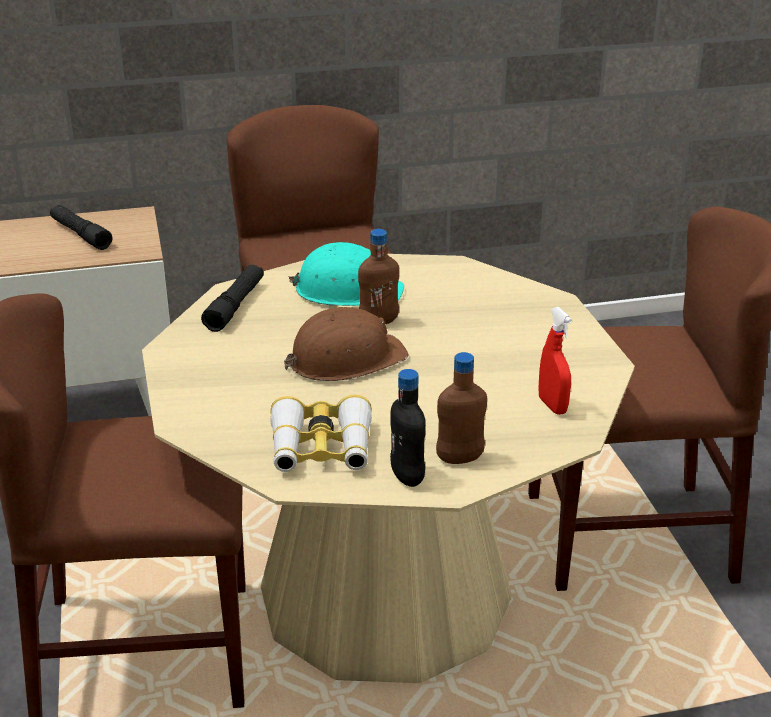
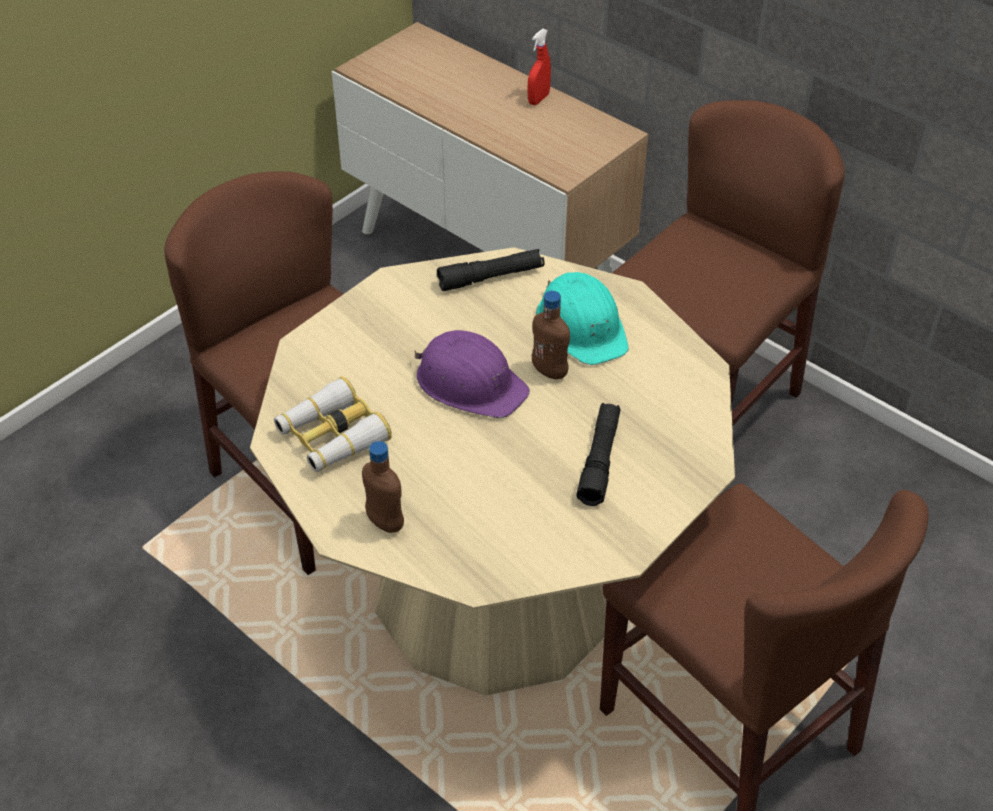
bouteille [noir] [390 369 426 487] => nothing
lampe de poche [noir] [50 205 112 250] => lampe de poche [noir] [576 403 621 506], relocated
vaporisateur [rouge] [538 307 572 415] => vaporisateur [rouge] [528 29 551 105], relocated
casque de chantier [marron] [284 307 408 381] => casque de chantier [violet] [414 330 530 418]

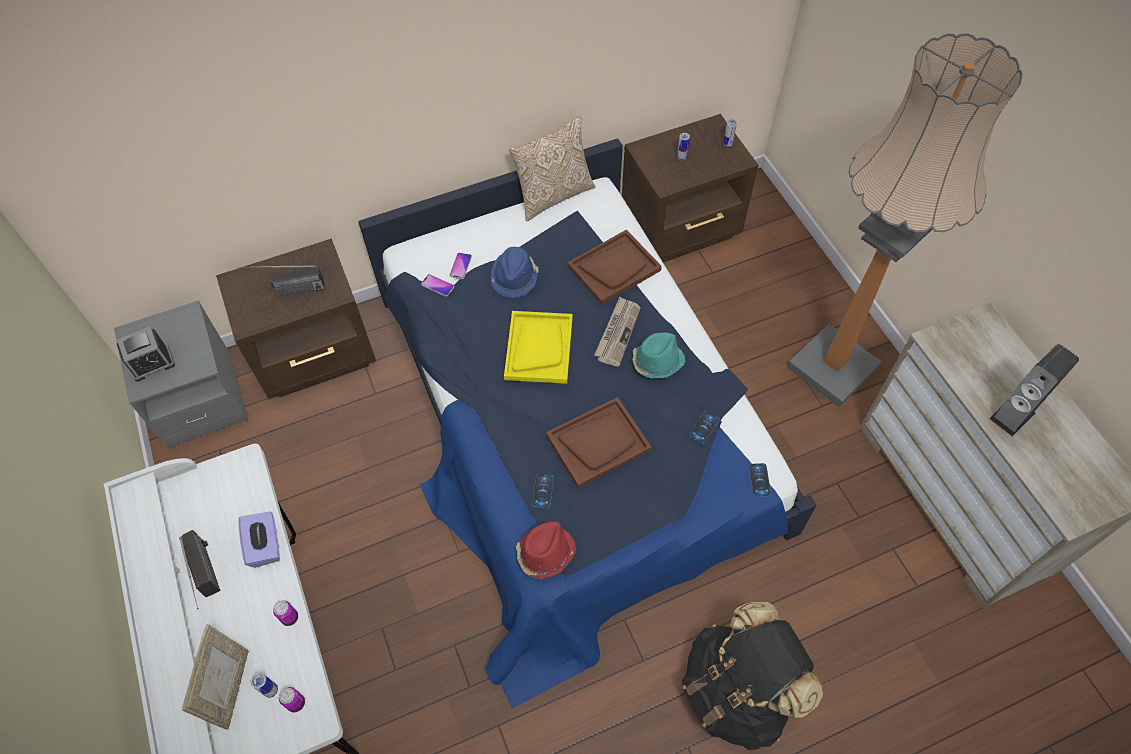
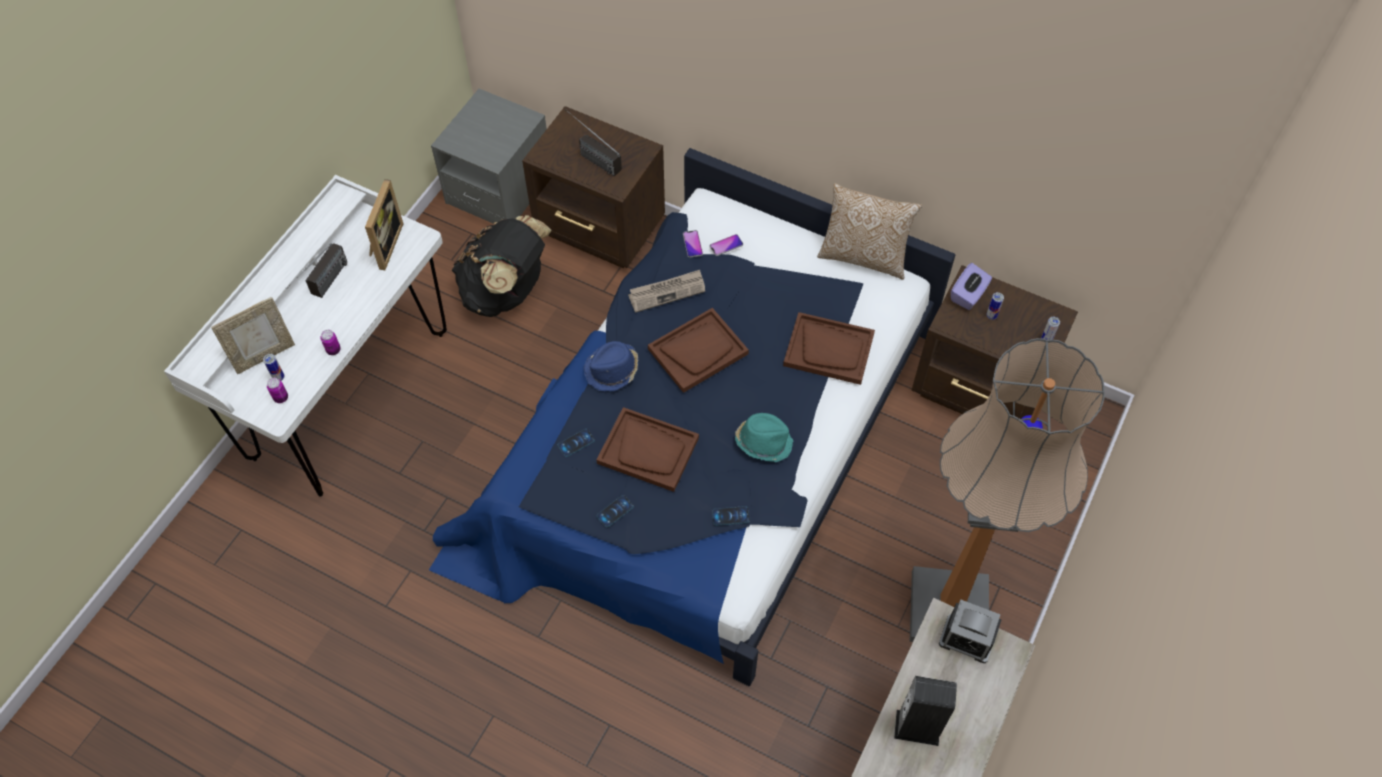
chapeau [rouge] [516 521 576 579] => nothing
nothing => cadre photo [365 179 403 270]
réveil [117 327 175 382] => réveil [939 600 1002 663], relocated
boîte à mouchoirs [violet] [238 512 280 568] => boîte à mouchoirs [violet] [951 263 992 310], relocated
chapeau [bleu] [490 247 539 298] => chapeau [bleu] [584 341 638 392], relocated
journal [594 297 641 367] => journal [628 270 705 313], relocated
sac à dos [noir] [682 602 823 750] => sac à dos [noir] [452 215 552 317], relocated
téléphone [749 463 771 497] => téléphone [596 495 634 527], relocated
plateau [jaune] [504 311 573 384] => plateau [marron] [648 308 749 393]

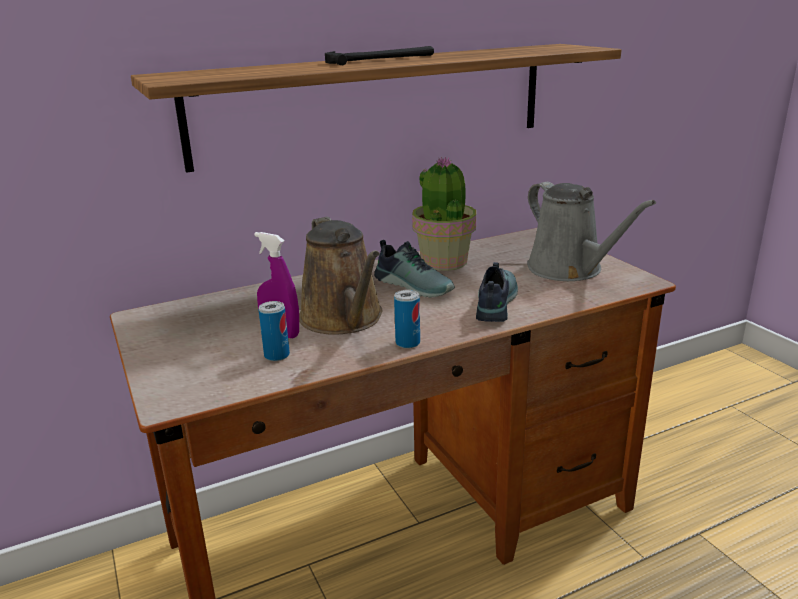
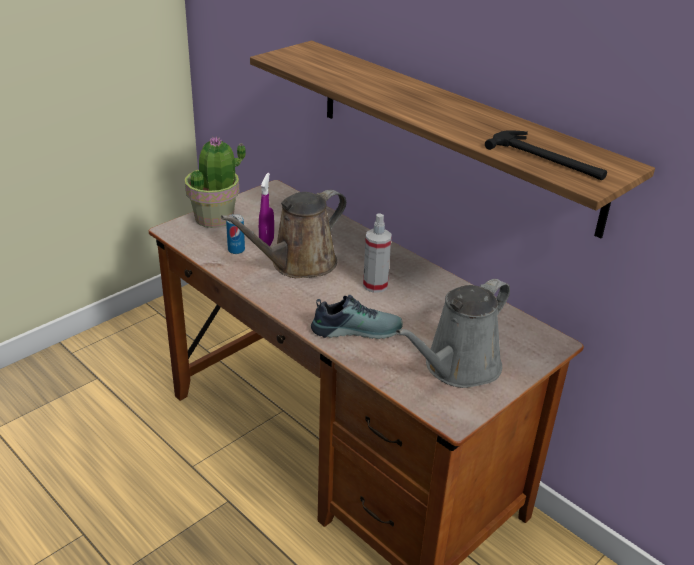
boîte métallique [394 290 420 349] => nothing
marteau [325 46 434 65] => marteau [485 130 607 180], relocated
plante en pot [412 156 476 271] => plante en pot [185 136 246 228], relocated
chaussure [374 240 455 298] => vaporisateur [363 213 392 293]

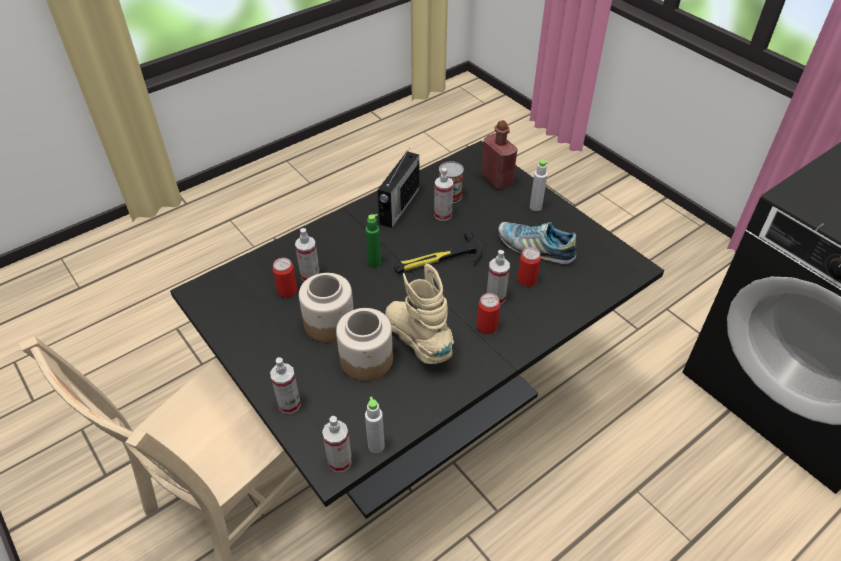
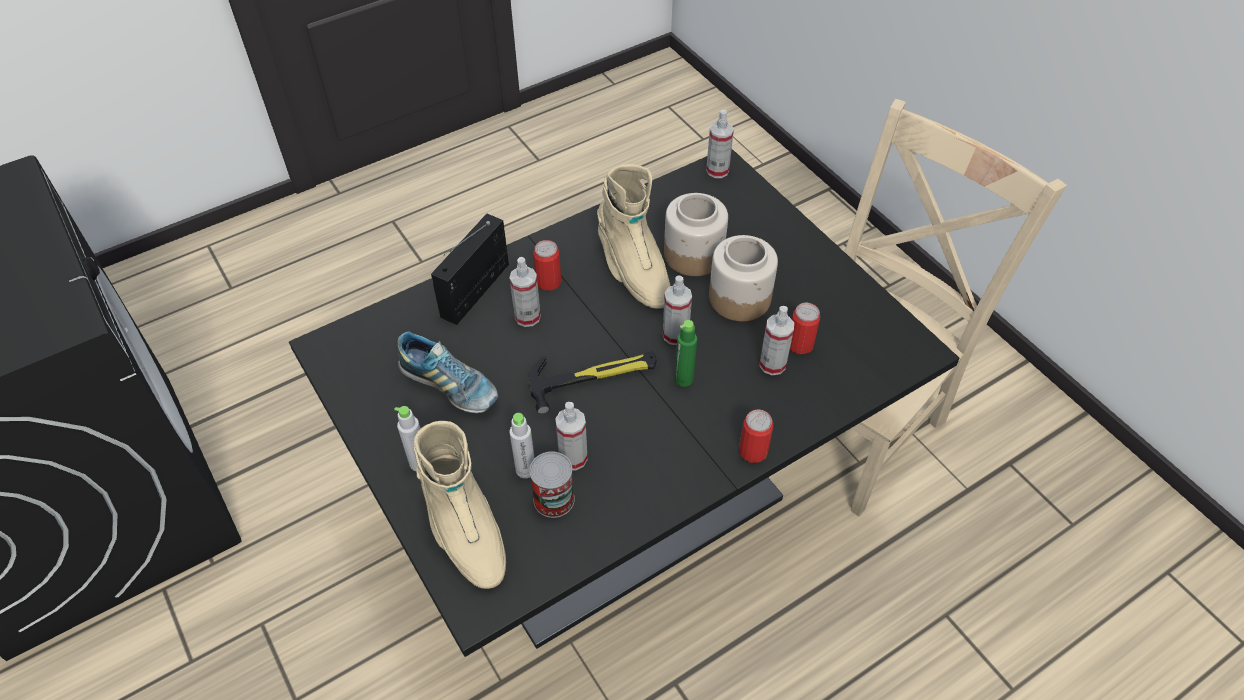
vaporisateur [270 357 301 414] => vaporisateur [663 275 692 345], relocated
bouteille [gris] [365 397 385 453] => bouteille [gris] [510 413 535 478], relocated
radio [378 147 419 228] => radio [431 213 509 325], relocated
boîte métallique [517 247 541 287] => boîte métallique [739 410 773 463], relocated
bouteille [rouge] [481 120 518 189] => botte [beige] [414 421 506 589]

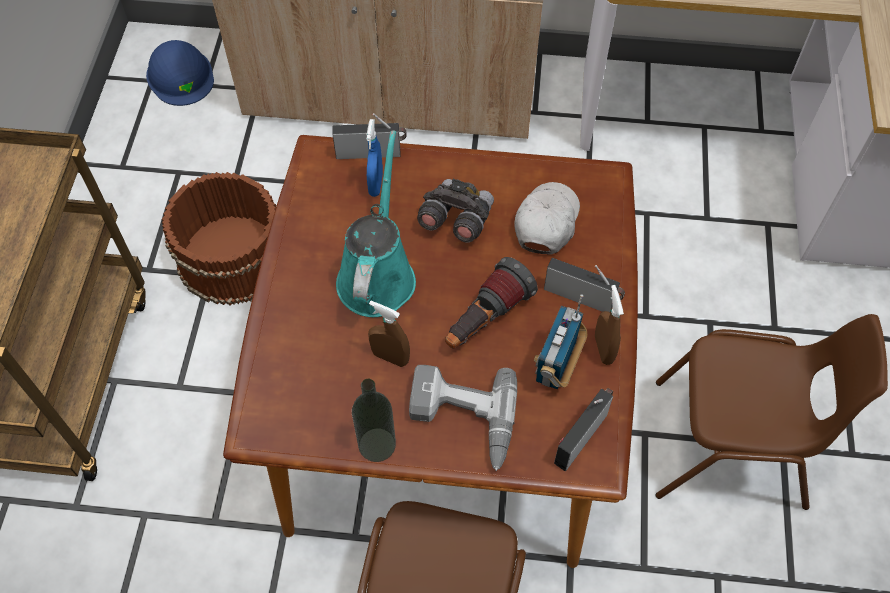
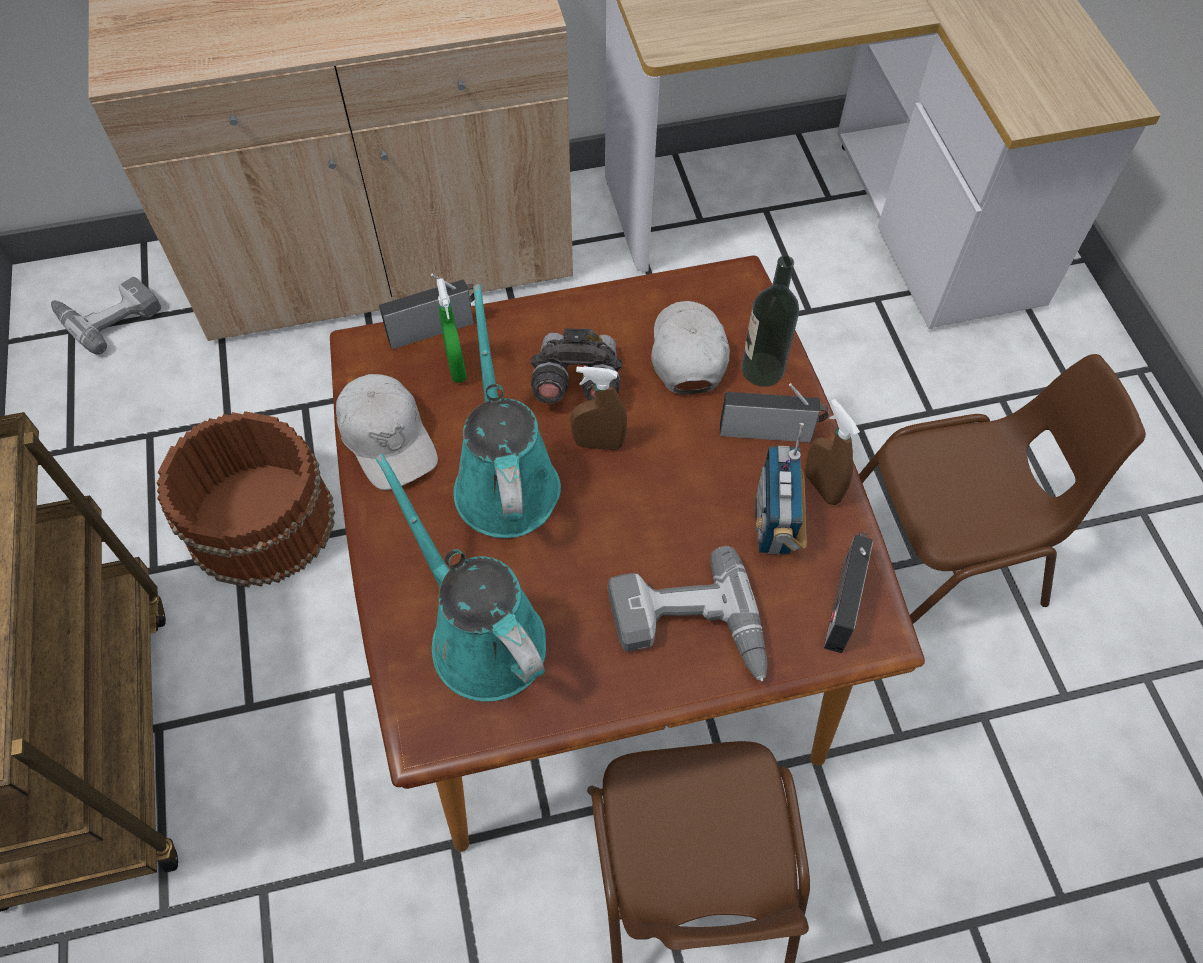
lampe de poche [445 257 538 348] => nothing
nothing => casquette [blanc] [336 374 438 490]
nothing => arrosoir [turquoise] [375 453 546 702]
bouteille [352 379 396 462] => bouteille [741 256 799 387], relocated
vaporisateur [marron] [368 301 410 367] => vaporisateur [marron] [570 366 627 450], relocated
casque de chantier [bleu] [146 40 214 106] => perceuse [51 277 161 354]
vaporisateur [bleu] [366 119 383 197] => vaporisateur [vert] [437 278 467 383]

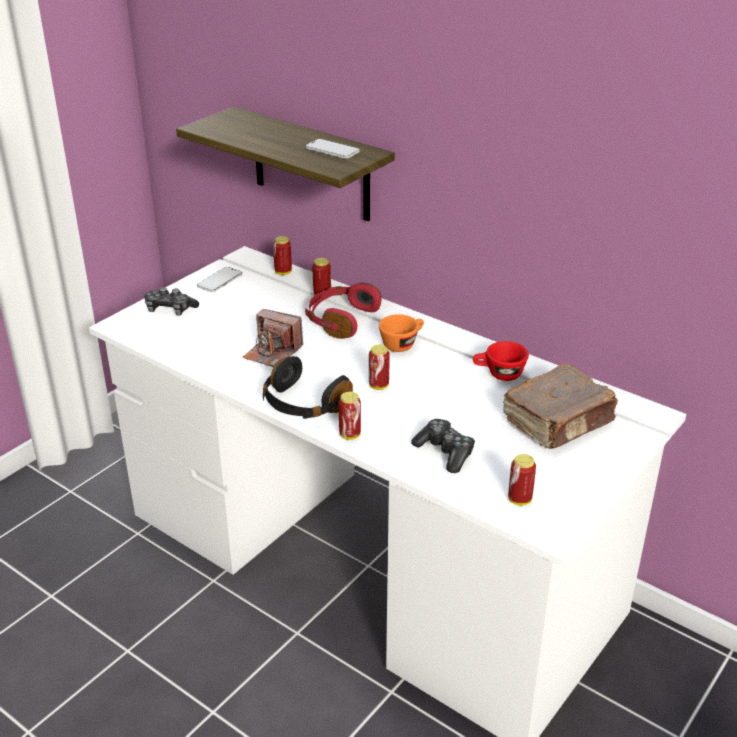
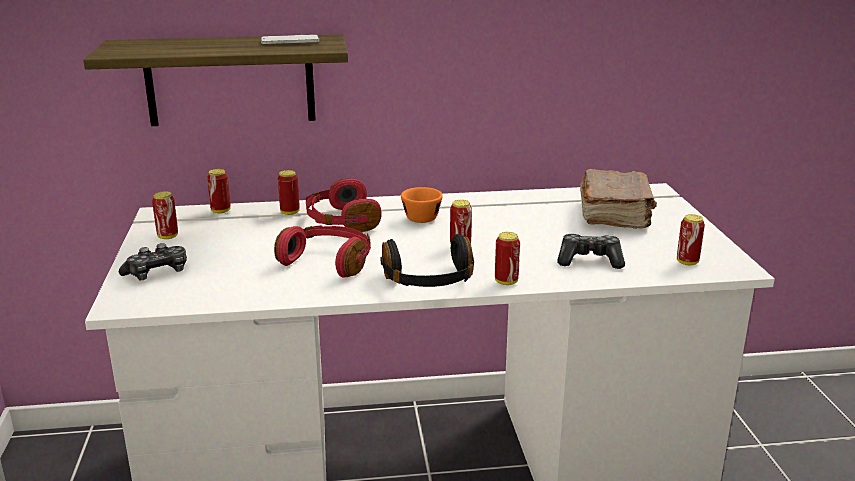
tasse [rouge] [473 341 529 381] => nothing
téléphone [197 267 242 292] => boîte métallique [152 191 178 239]
appareil photo [243 309 303 367] => casque audio [rouge] [274 225 371 277]

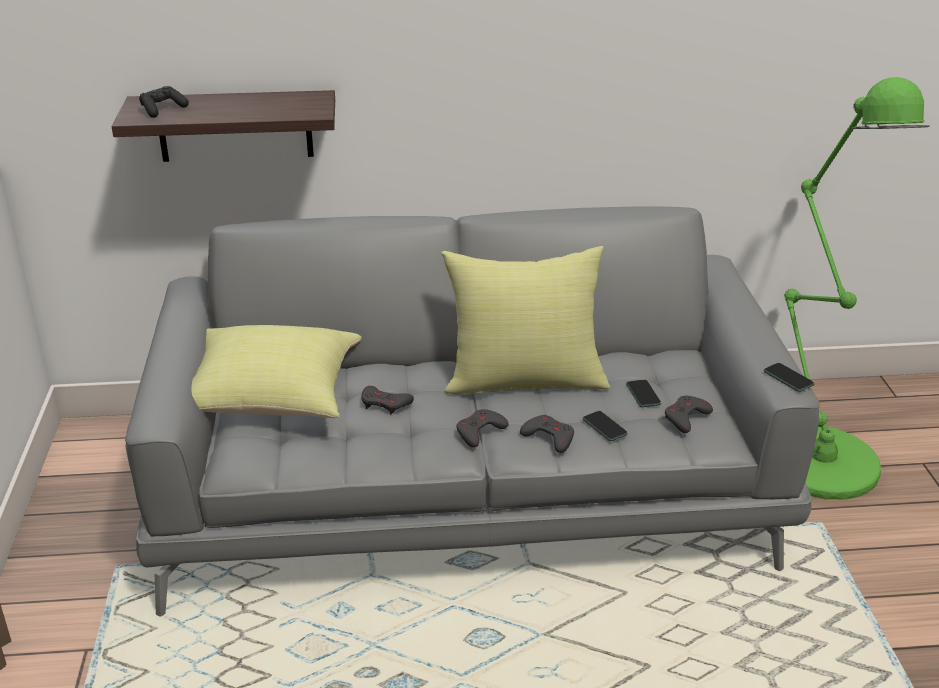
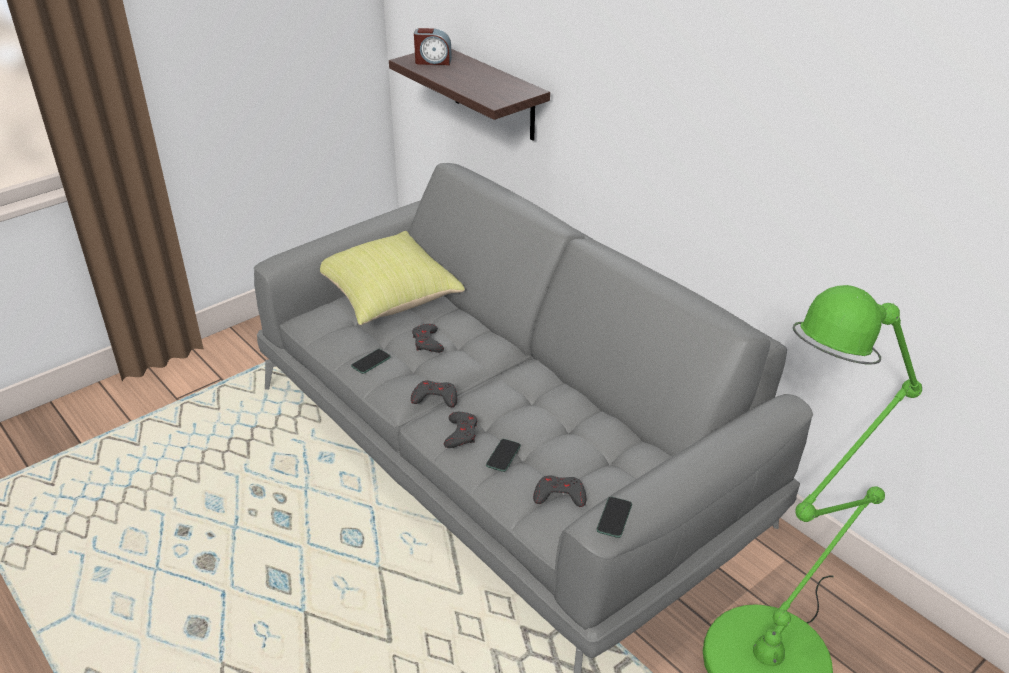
coussin [jaune] [441 246 610 395] => nothing
téléphone [626 379 661 407] => téléphone [351 349 391 374], relocated
manette [noir] [139 86 189 118] => réveil [414 28 452 65]

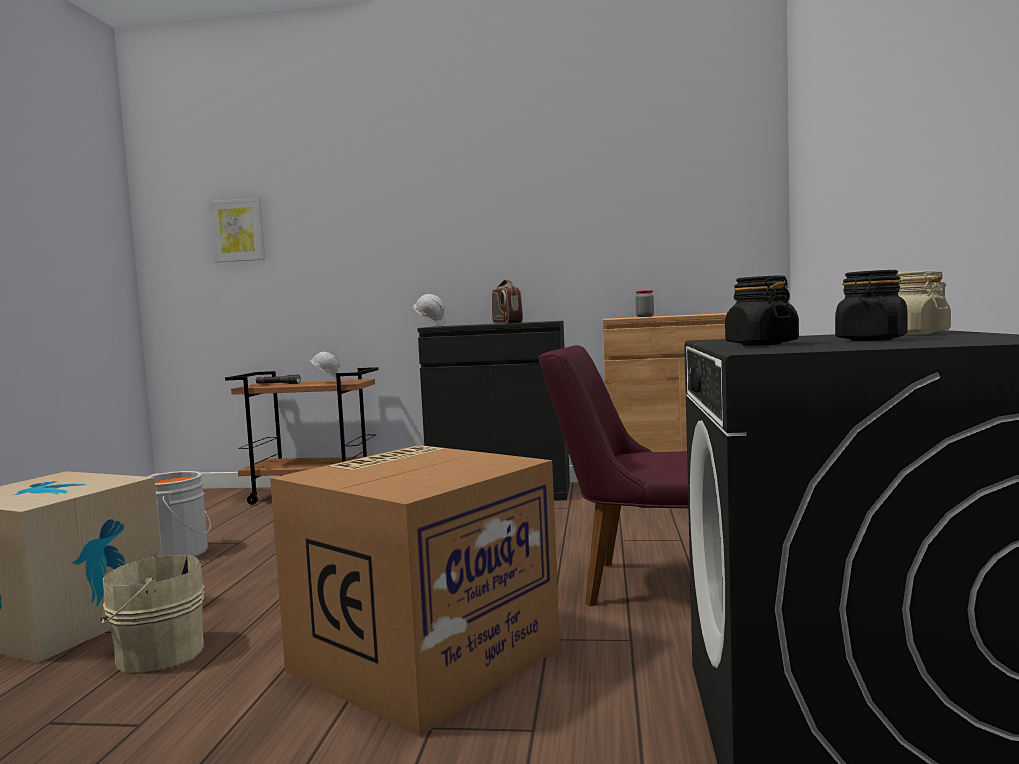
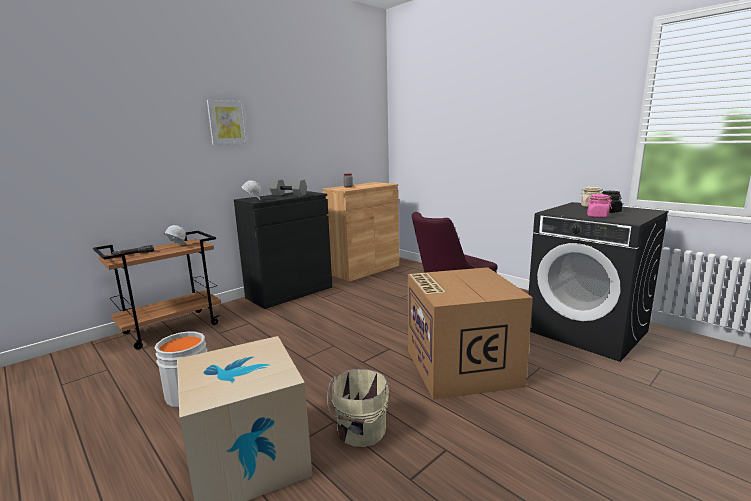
tableau [209 198 265 263] => tableau [207 100 248 145], relocated
radio [492 280 523 324] => haltère [gris] [270 180 307 196]
bocal [noir] [725 276 799 345] => bocal [rose] [585 194 612 218]

